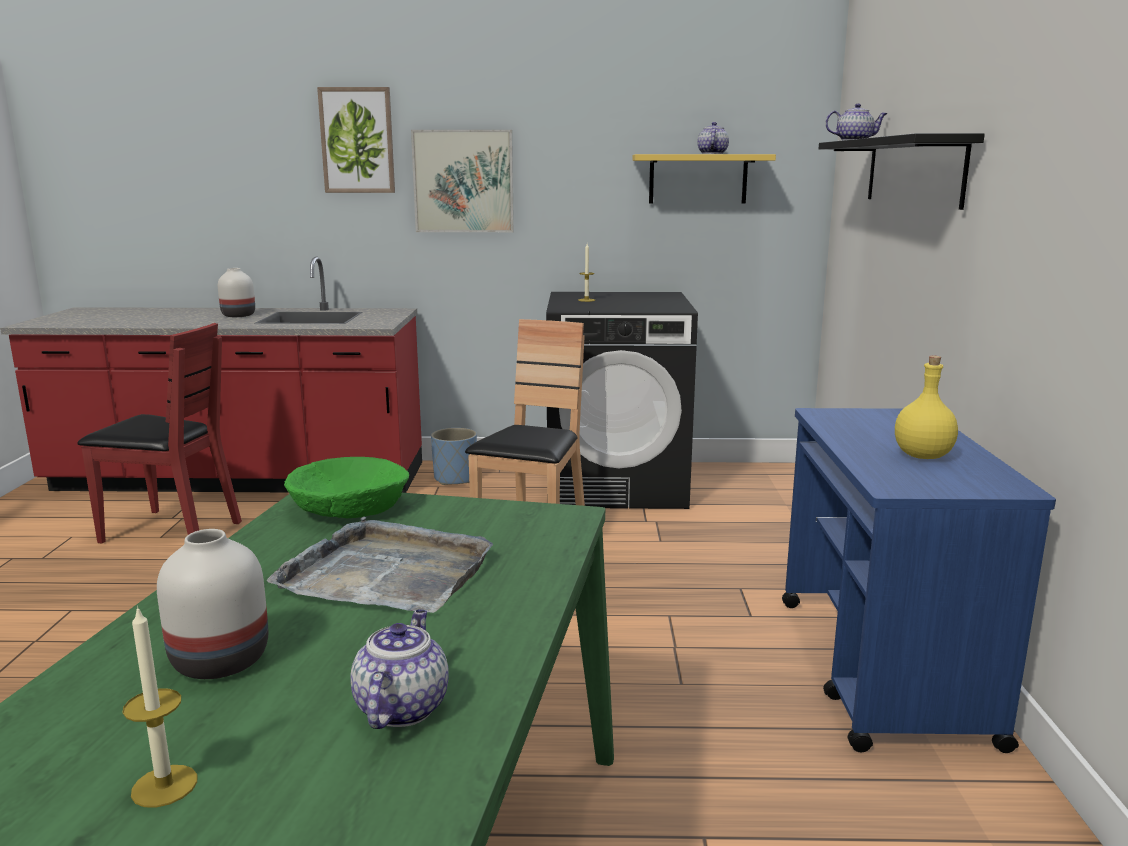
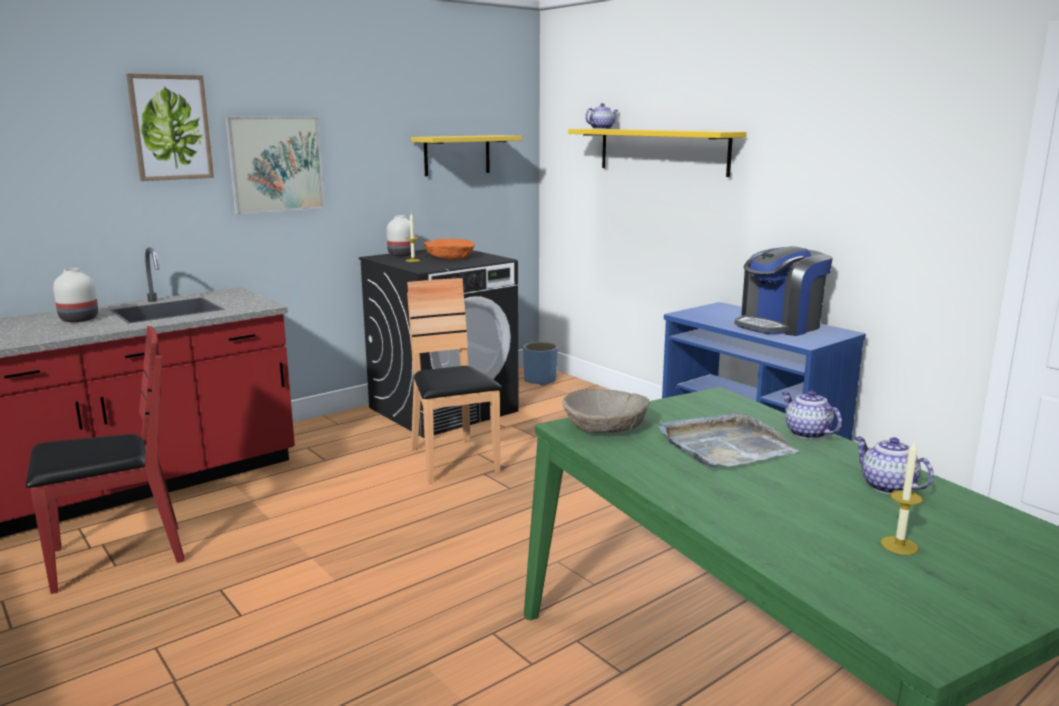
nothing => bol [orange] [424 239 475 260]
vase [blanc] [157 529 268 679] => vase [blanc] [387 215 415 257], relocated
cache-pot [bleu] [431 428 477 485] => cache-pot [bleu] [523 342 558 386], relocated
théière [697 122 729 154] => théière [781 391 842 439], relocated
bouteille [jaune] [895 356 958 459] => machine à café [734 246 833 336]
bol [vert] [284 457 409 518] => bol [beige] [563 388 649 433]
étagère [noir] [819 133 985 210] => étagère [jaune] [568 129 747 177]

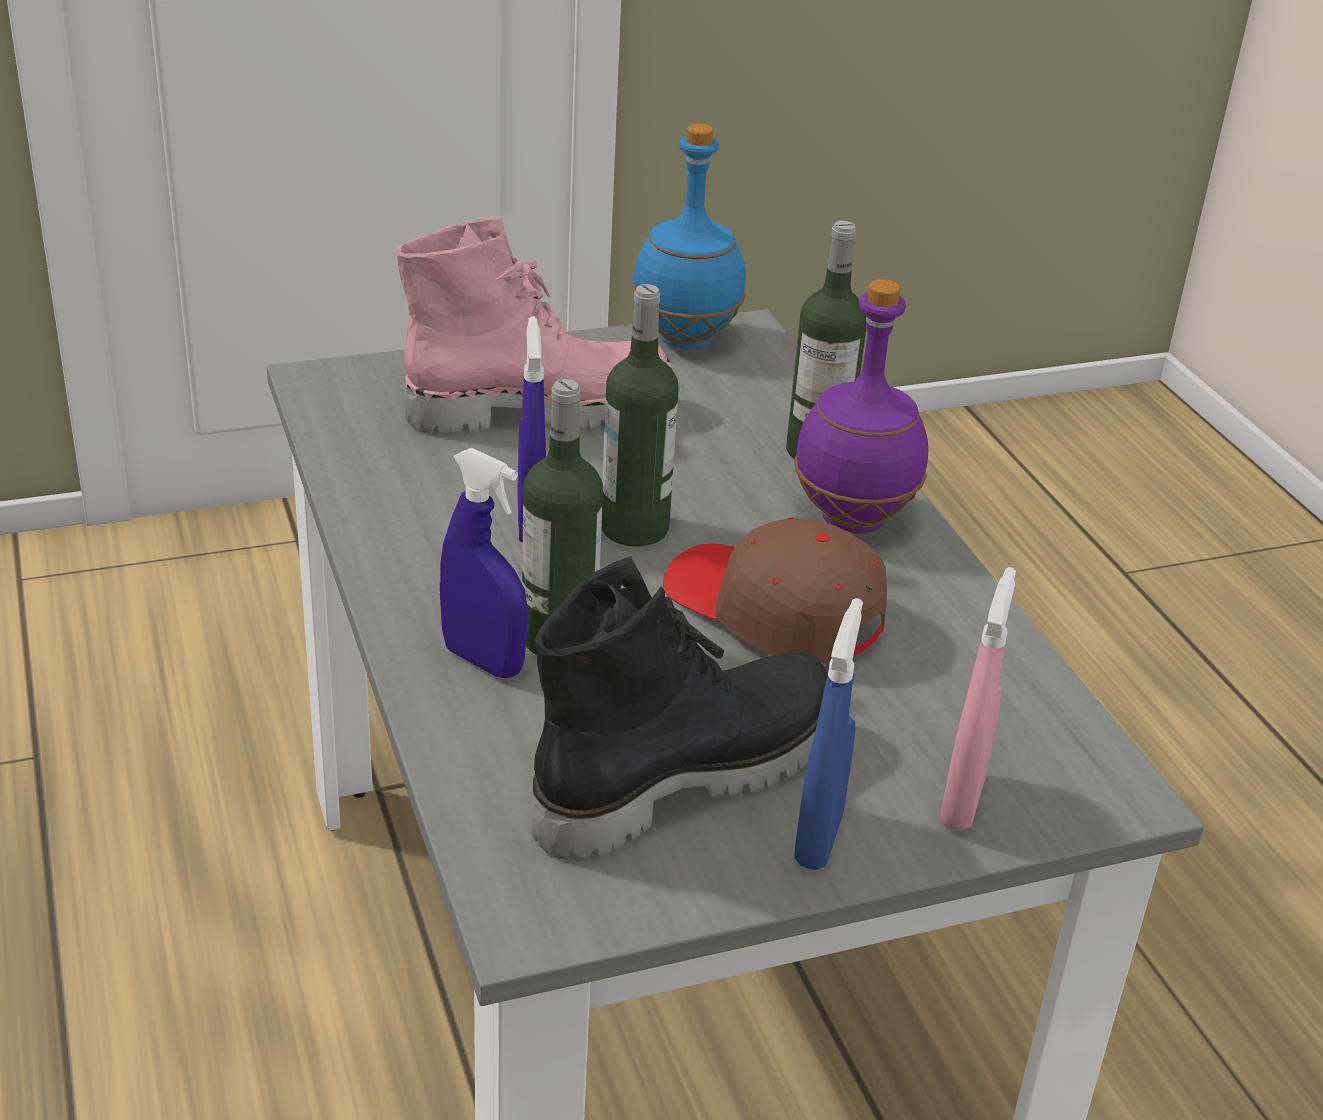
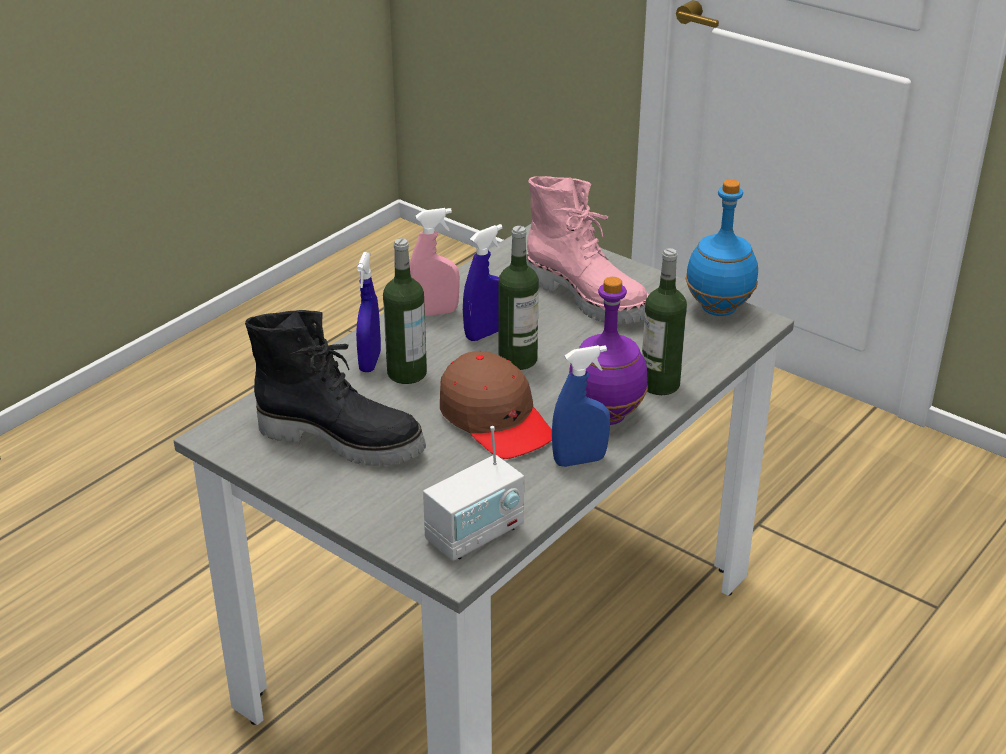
nothing => radio [423 426 524 561]
vaporisateur [bleu] [794 598 863 870] => vaporisateur [bleu] [552 345 610 467], relocated
vaporisateur [rose] [940 567 1016 831] => vaporisateur [rose] [410 208 460 316], relocated
casquette [marron] [663 517 887 663] => casquette [marron] [440 351 552 459], 135 degrees clockwise

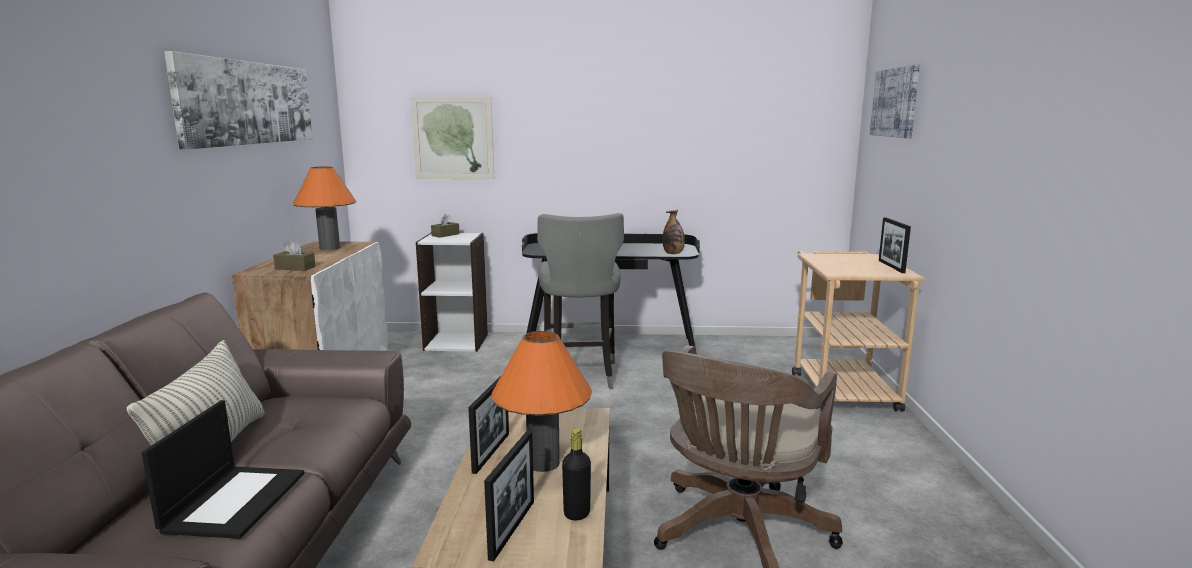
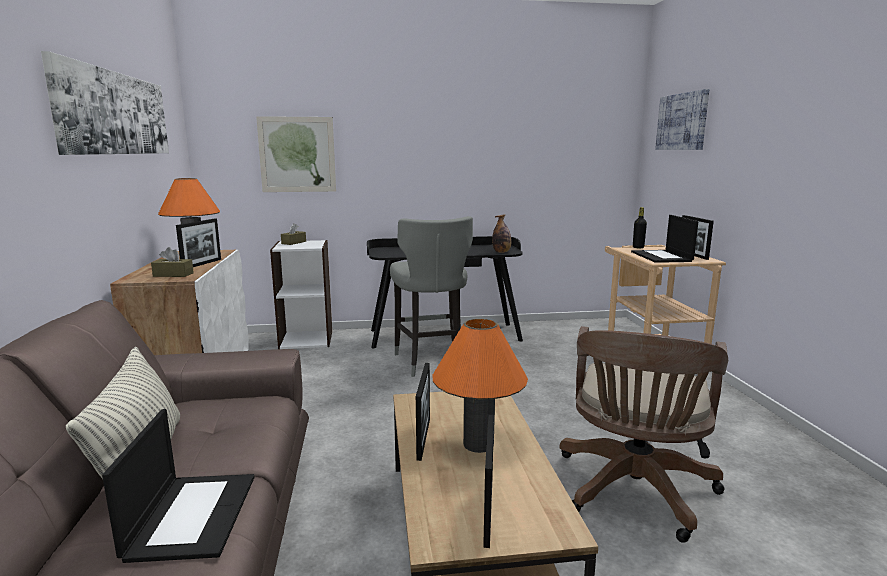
nothing => cadre photo [176 219 221 267]
nothing => ordinateur portable [631 215 699 263]
bouteille [noir] [562 428 591 521] => bouteille [noir] [633 207 647 248], relocated

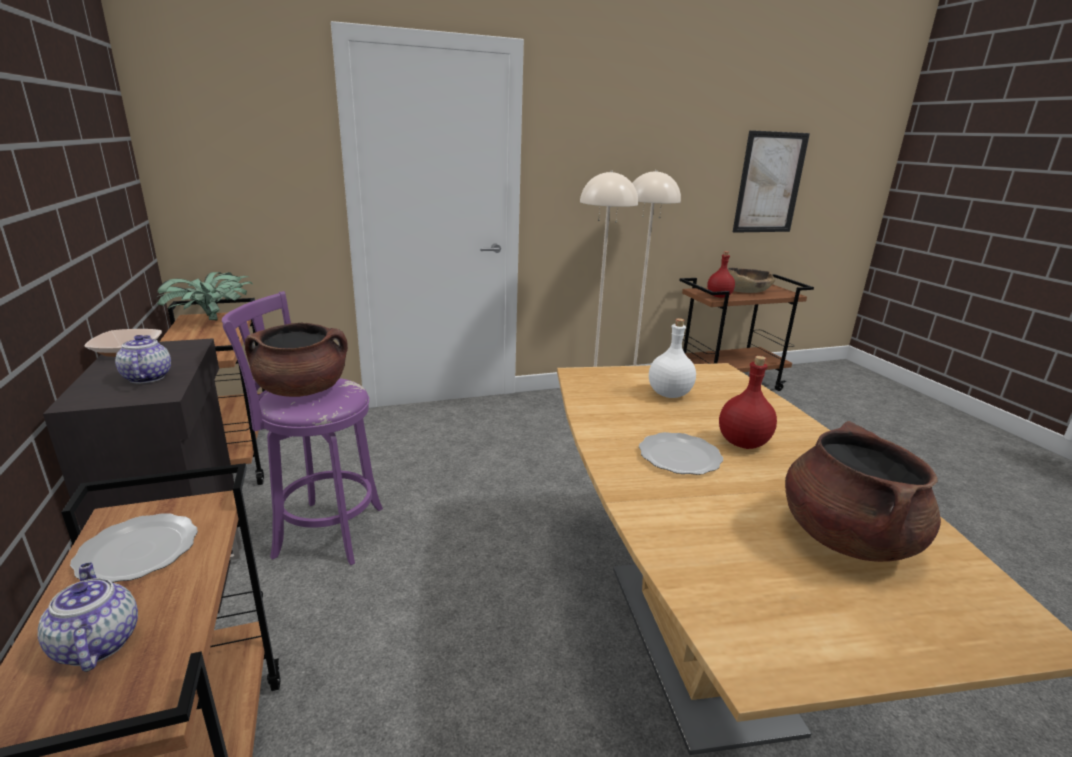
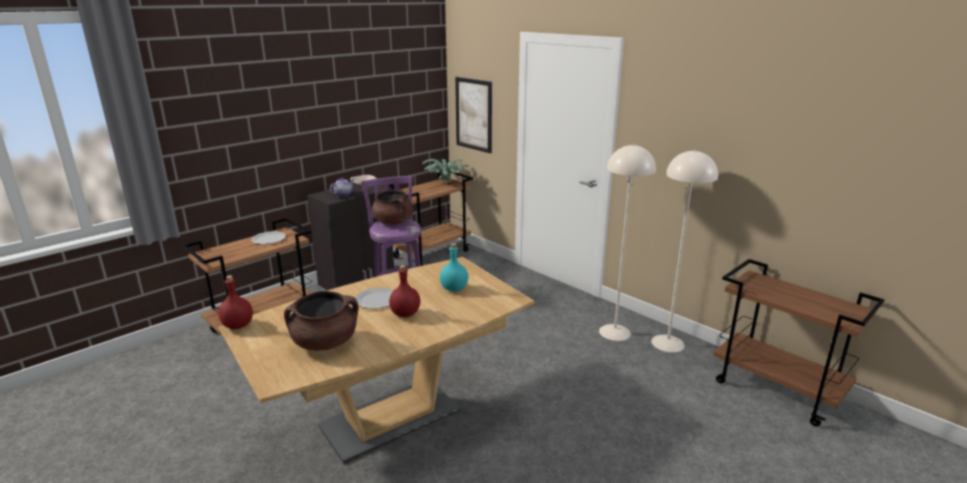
théière [38 562 138 672] => nothing
bol [marron] [727 267 775 293] => nothing
bouteille [rouge] [707 251 735 298] => bouteille [rouge] [218 275 253 329], relocated
tableau [733 130 810 233] => tableau [455 77 492 153], relocated
bouteille [blanc] [649 318 696 398] => bouteille [turquoise] [440 243 468 292]

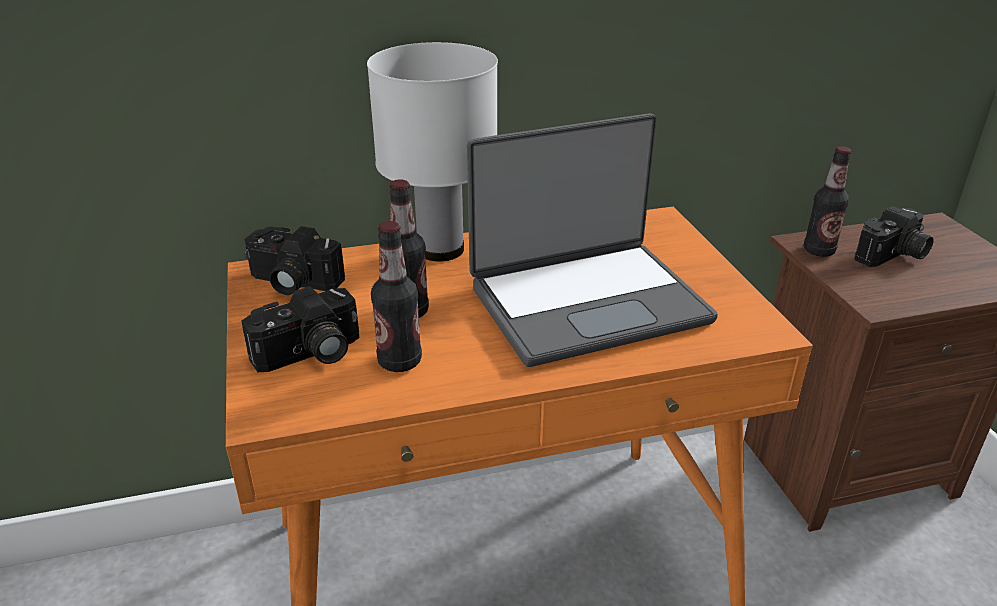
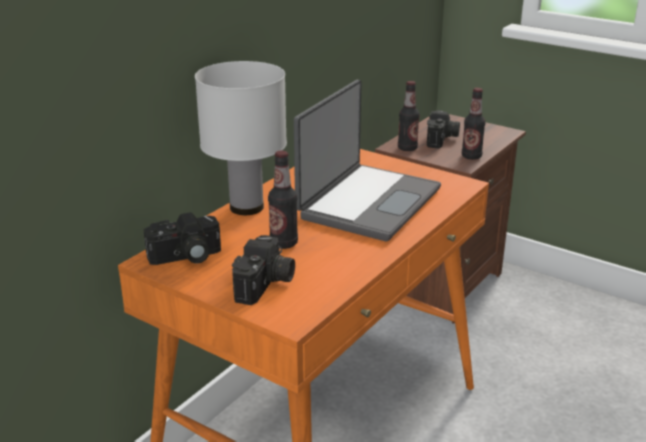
bouteille [371 221 422 372] => bouteille [462 88 485 160], relocated

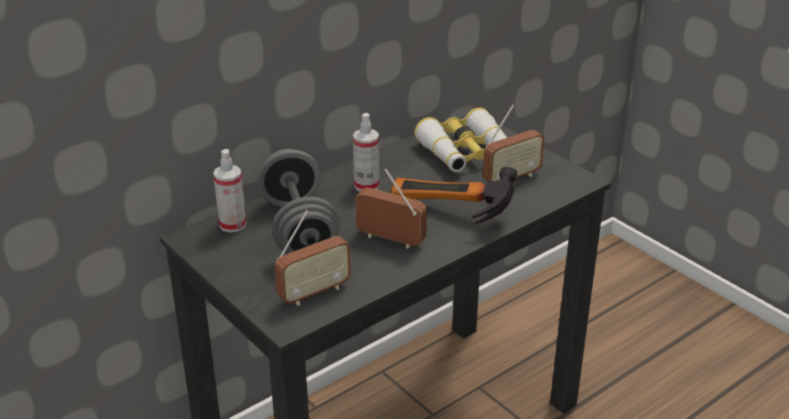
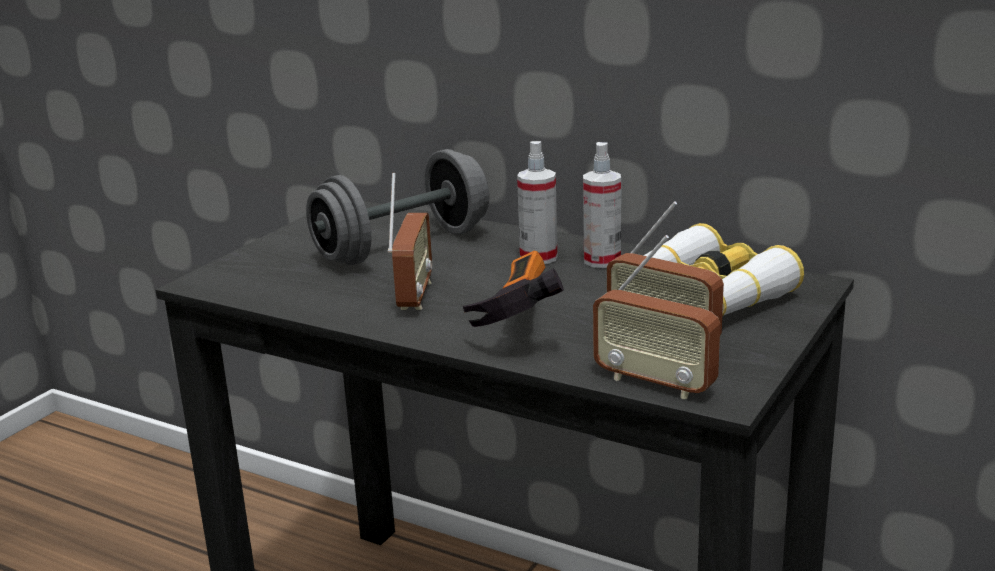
vaporisateur [213 149 246 233] => vaporisateur [583 142 621 268], relocated
radio [275 210 351 306] => radio [593 235 720 399], relocated

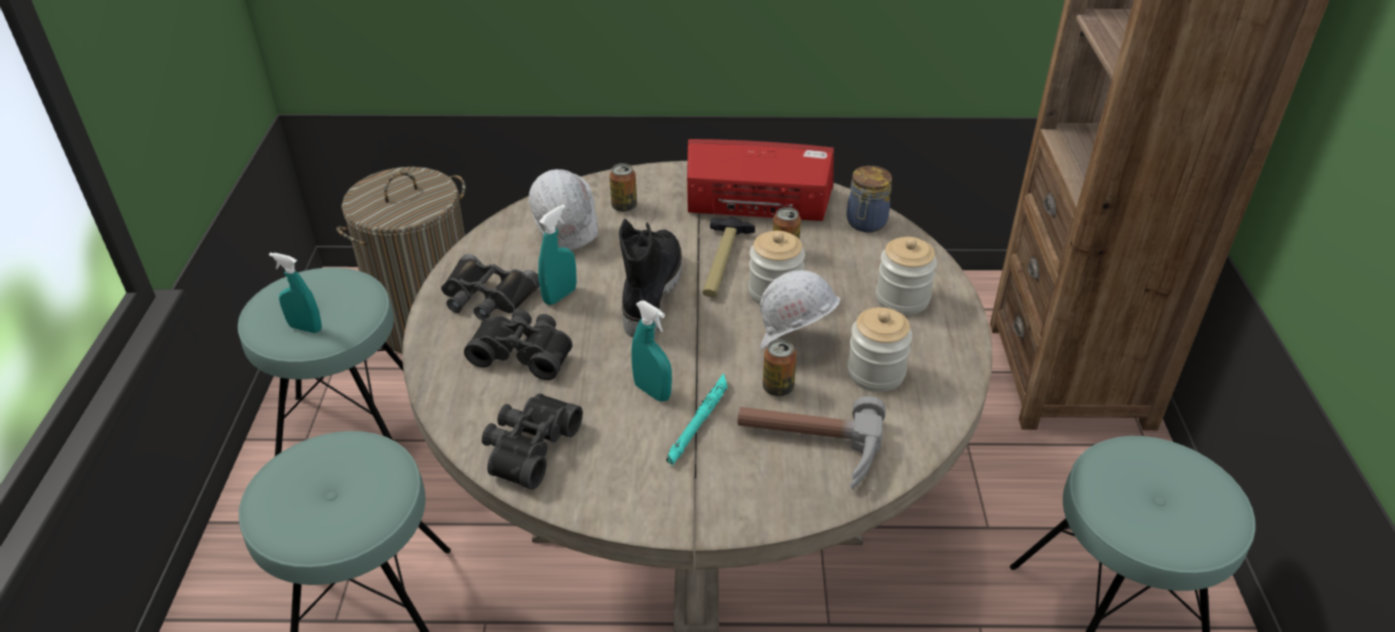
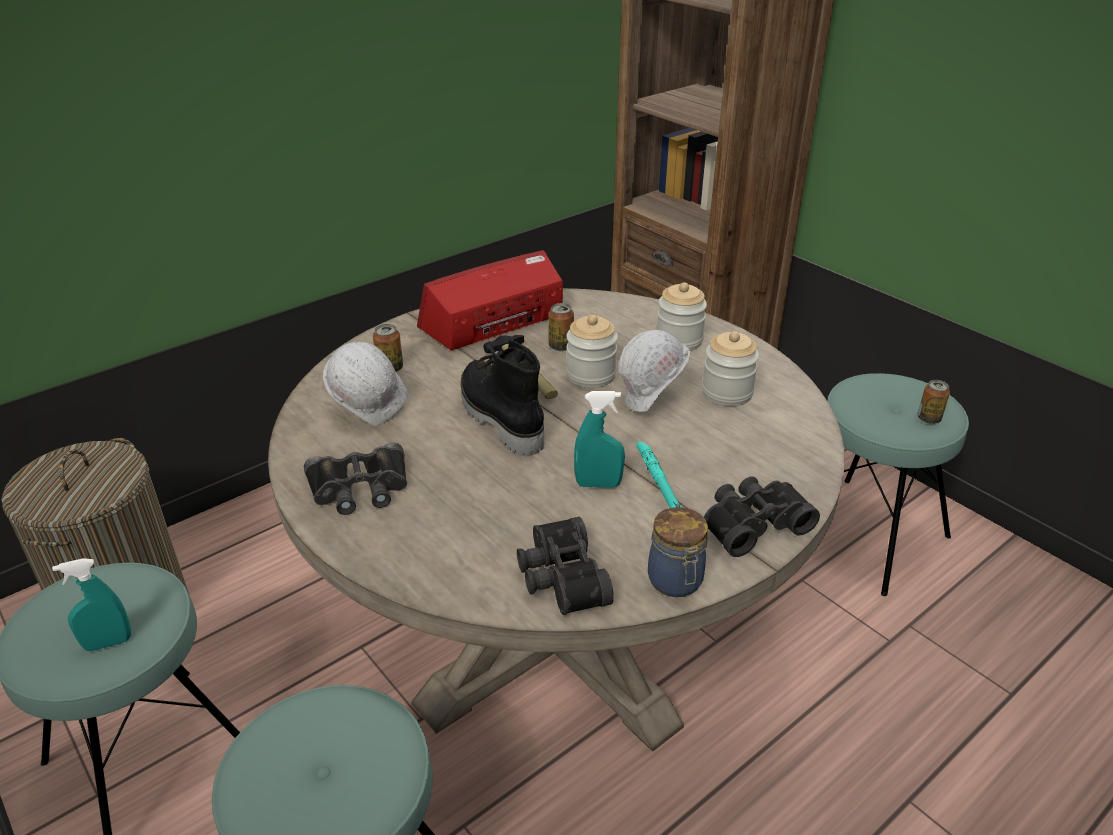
vaporisateur [turquoise] [538 204 577 305] => nothing
marteau [737 396 886 489] => nothing
jumelles [noir] [464 309 572 380] => jumelles [noir] [704 477 820 557], relocated
boîte métallique [763 339 797 397] => boîte métallique [917 380 950 424], relocated
bocal [847 166 892 232] => bocal [648 507 708 597], relocated

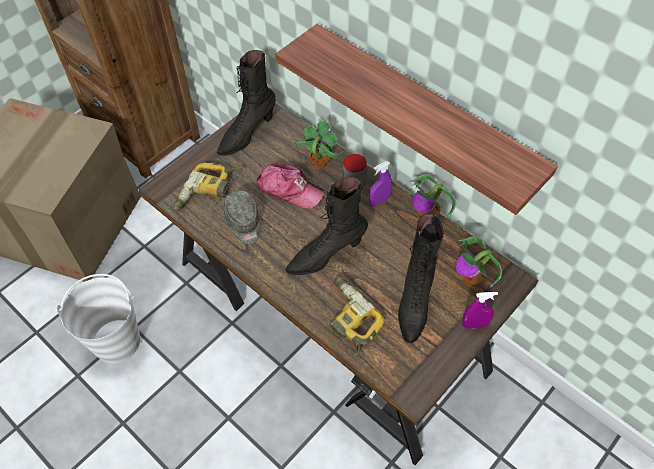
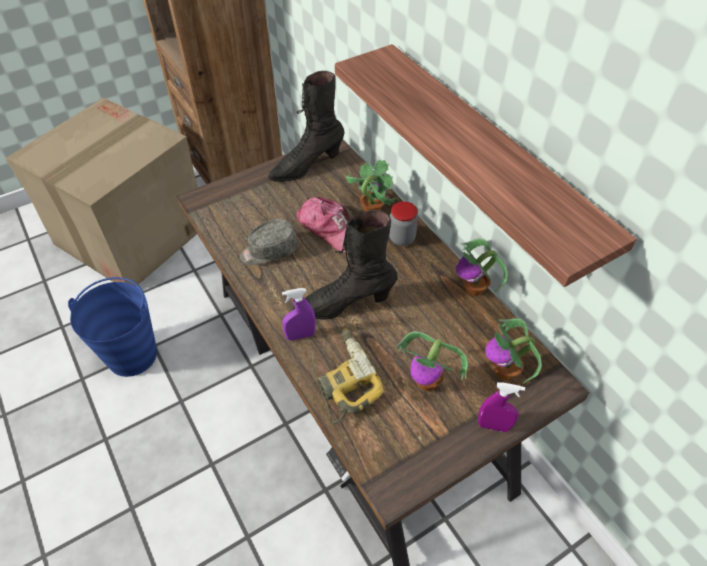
perceuse [174 163 242 211] => nothing
vaporisateur [violet] [369 161 392 206] => vaporisateur [violet] [282 288 316 341], relocated
botte [noir] [398 214 444 343] => plante en pot [395 332 468 391]
seau [blanc] [55 274 140 363] => seau [bleu] [68 277 157 377]
casquette [gris] [224 190 261 244] => casquette [gris] [240 219 298 265], 75 degrees clockwise

